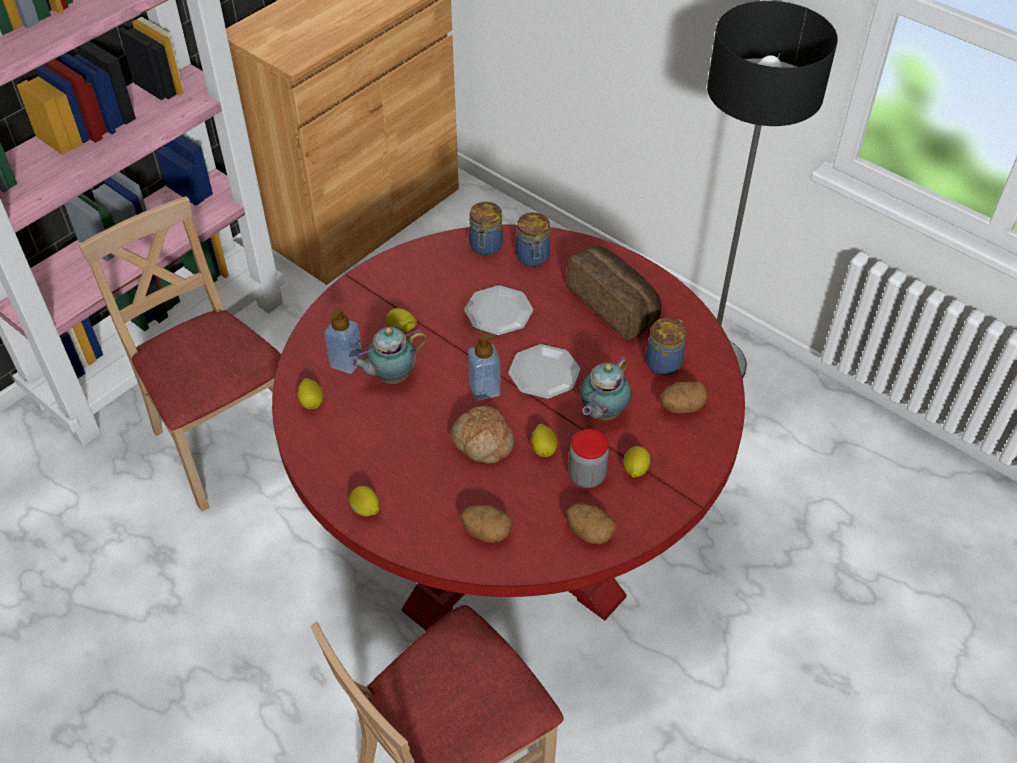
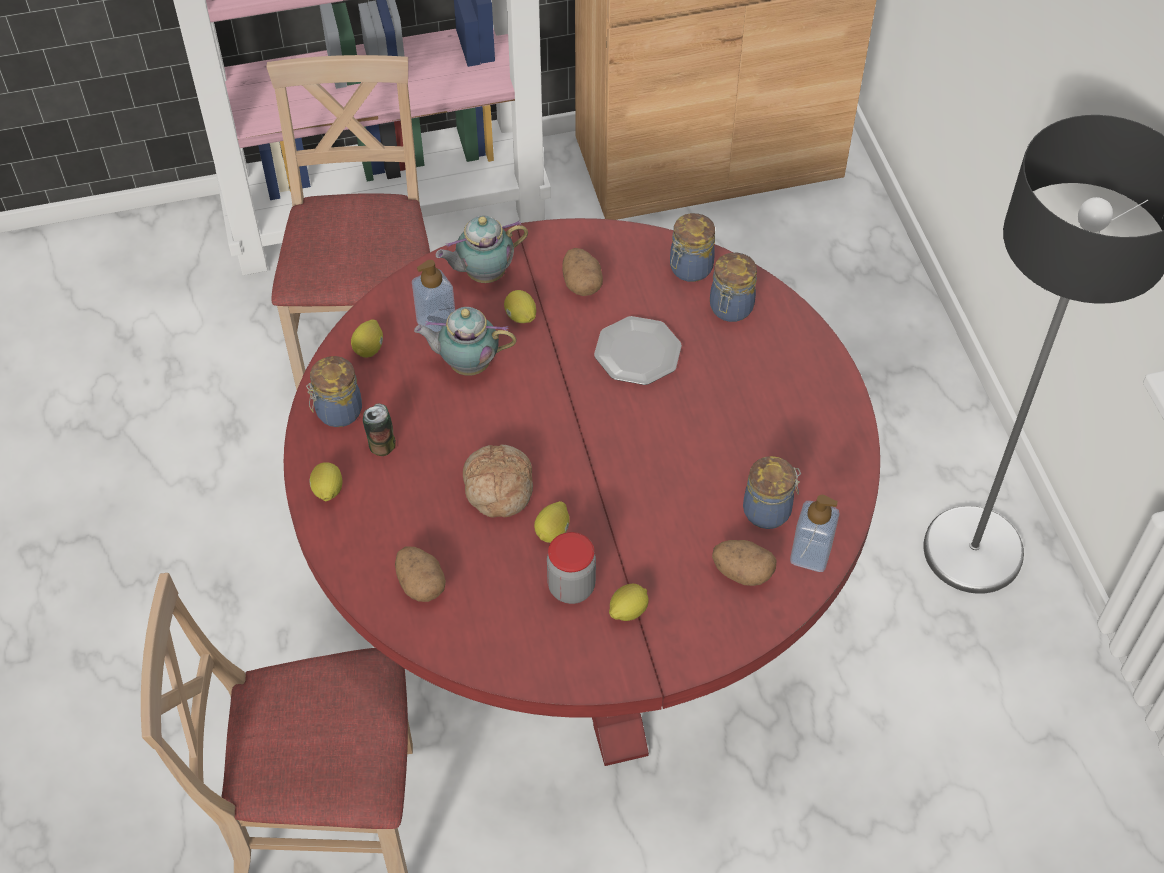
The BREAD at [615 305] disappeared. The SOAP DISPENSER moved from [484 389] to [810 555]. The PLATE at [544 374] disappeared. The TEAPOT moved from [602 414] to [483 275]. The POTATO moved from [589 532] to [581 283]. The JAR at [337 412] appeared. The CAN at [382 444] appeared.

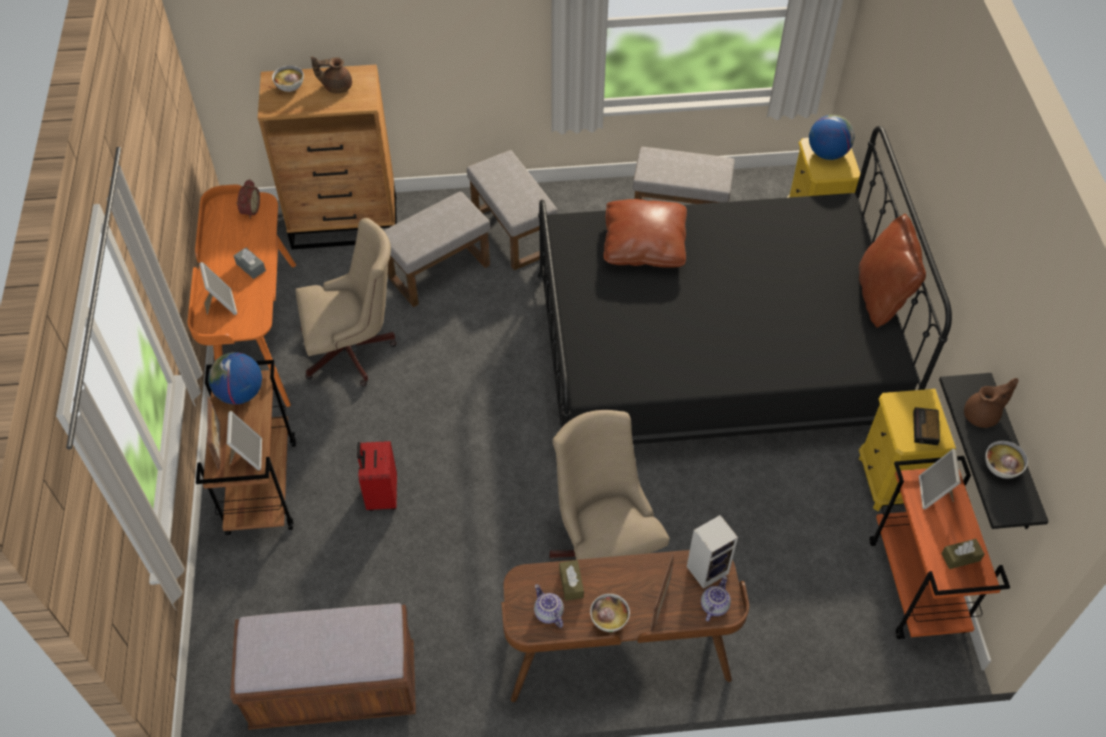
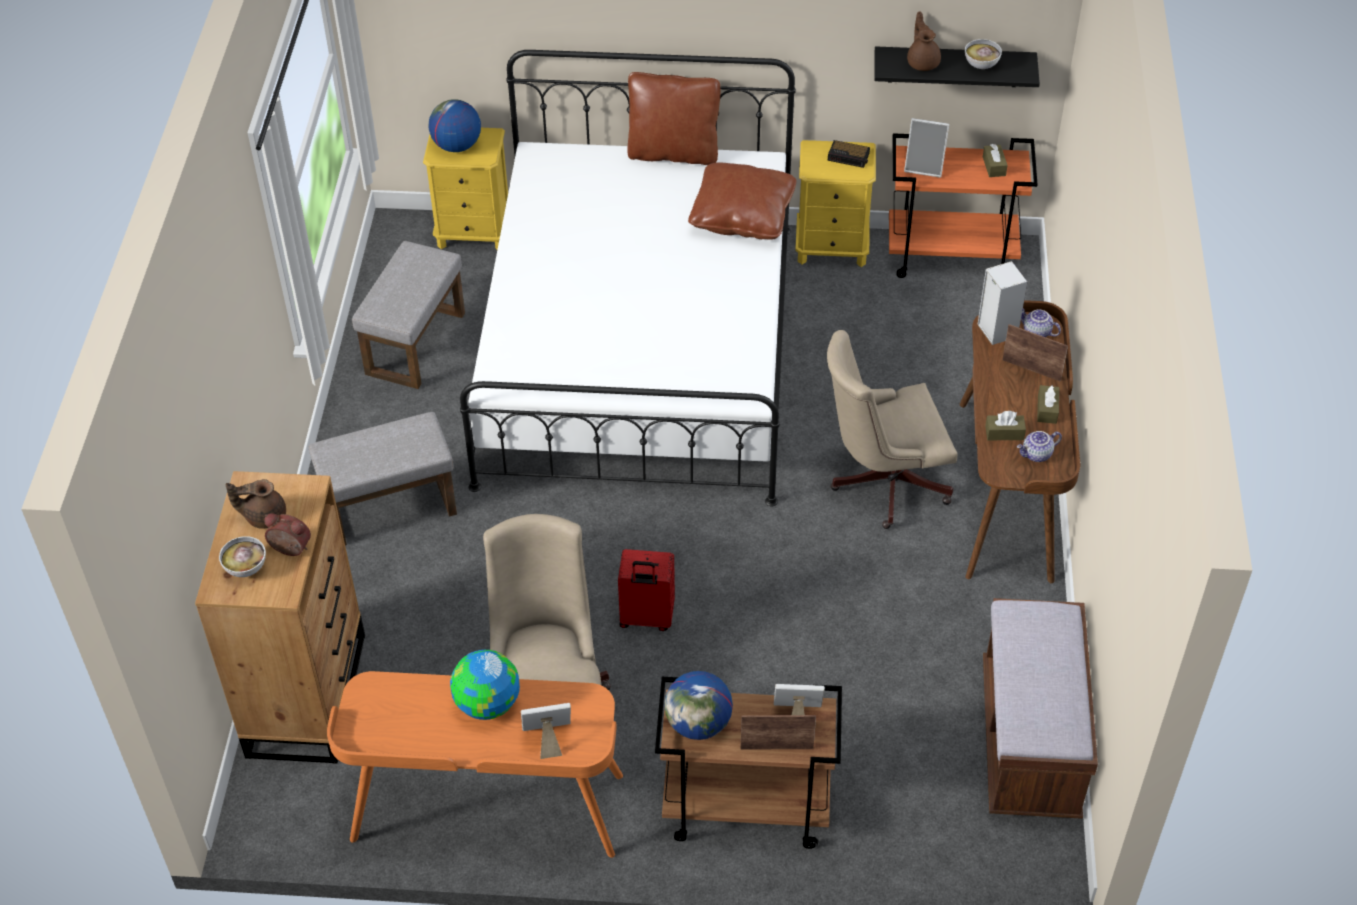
The BROWN TEAPOT at [336 86] turned 75 degrees clockwise. The BLACK BED at [711 354] became the WHITE BED at [638 351]. The ALARM CLOCK moved from [249 210] to [289 550]. The GREY OTTOMAN at [439 270] disappeared. The BROWN PILLOW moved from [644 245] to [742 215]. The GREY TISSUE BOX at [251 267] was replaced by the GLOBE at [487 704]. The RED SUITCASE moved from [381 495] to [646 618]. The BOWL at [609 619] was replaced by the BROWN TISSUE BOX at [1047 409].

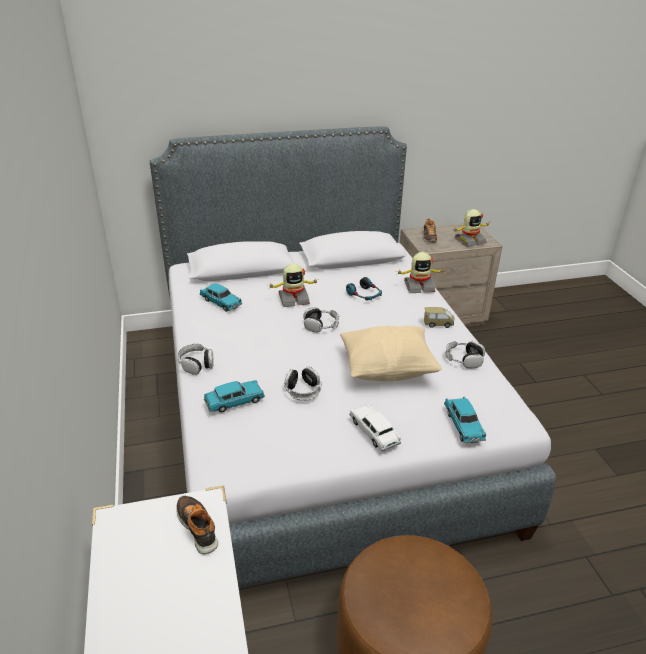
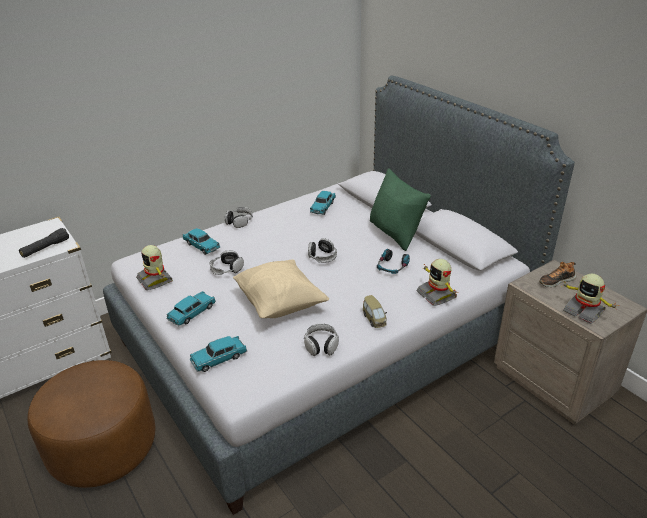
The TOY ROBOT moved from [293 299] to [155 280]. The WHITE TOY CAR at [374 433] became the TURQUOISE TOY CAR at [192 313]. The SHOE at [198 527] was replaced by the BLACK FLASHLIGHT at [45 248]. The GREEN PILLOW at [395 233] appeared.

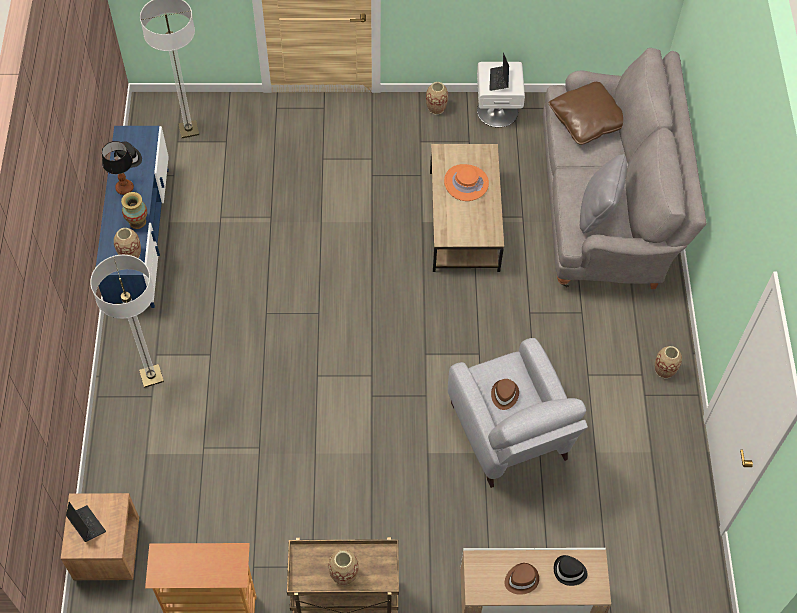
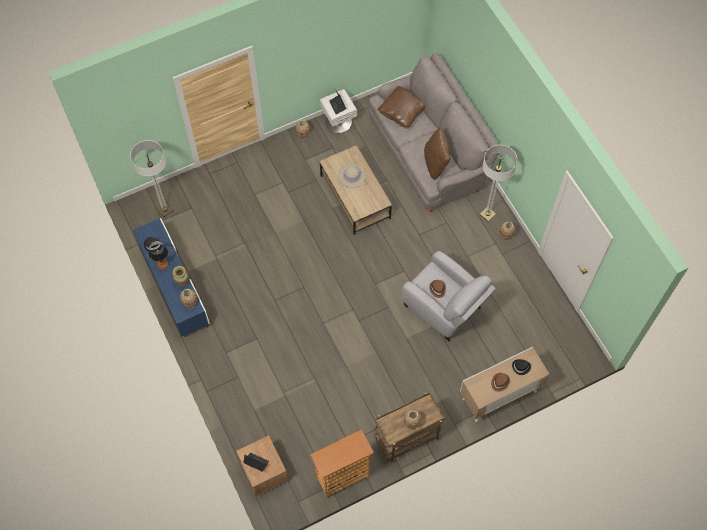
The GREY PILLOW at [598 212] became the BROWN PILLOW at [435 163]. The ORANGE HAT at [466 183] became the BEIGE HAT at [351 176]. The FLOOR LAMP moved from [151 376] to [487 214].

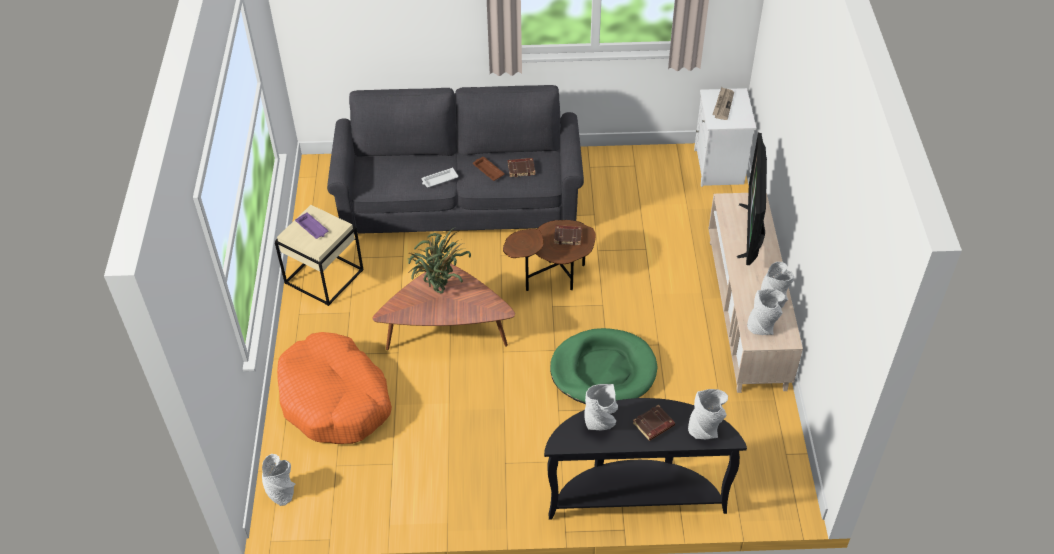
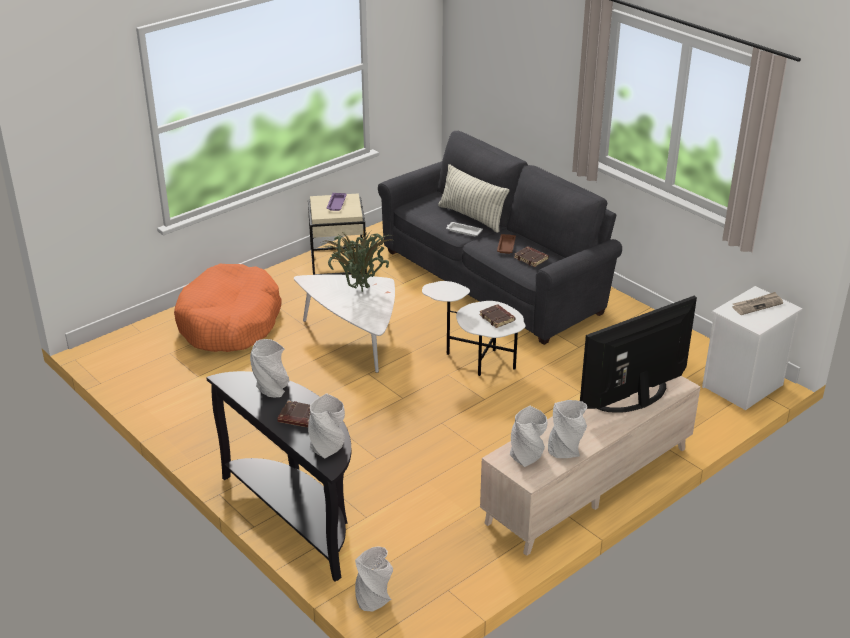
The BROWN SIDE TABLE at [552 279] became the WHITE SIDE TABLE at [476 360]. The BROWN COFFEE TABLE at [447 331] became the WHITE COFFEE TABLE at [355 338]. The GREEN DOG BED at [603 370] disappeared. The GREY VASE moved from [281 491] to [374 597]. The PILLOW at [472 217] appeared.

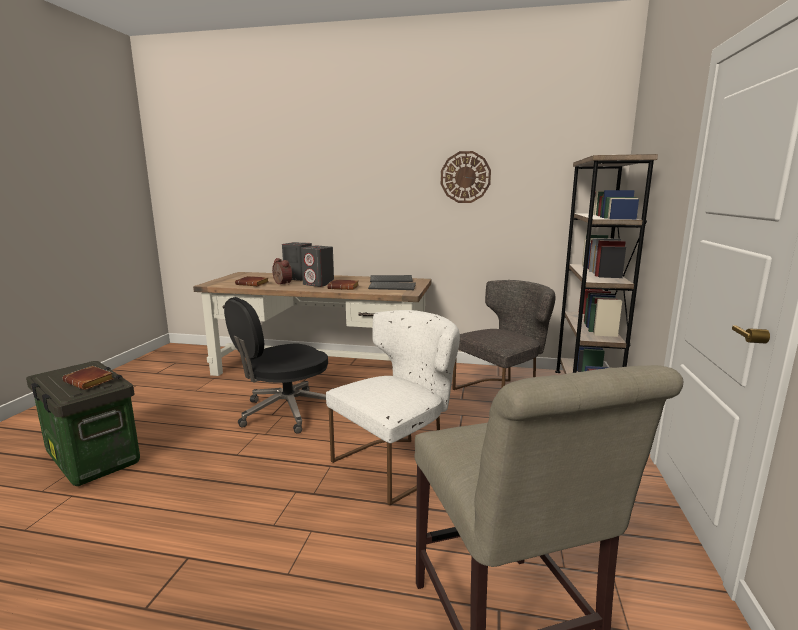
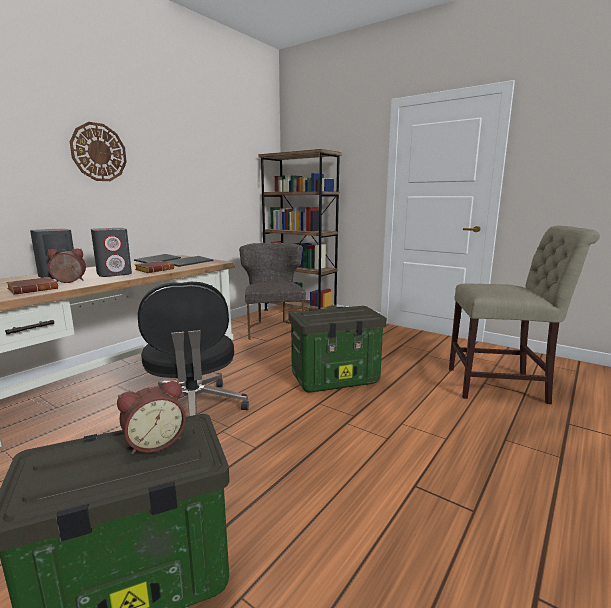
The WALL CLOCK moved from [465 177] to [99 152]. The WHITE CHAIR at [397 462] was replaced by the STORAGE BOX at [335 378]. The BROWN BOOK at [91 381] was replaced by the ALARM CLOCK at [154 442].

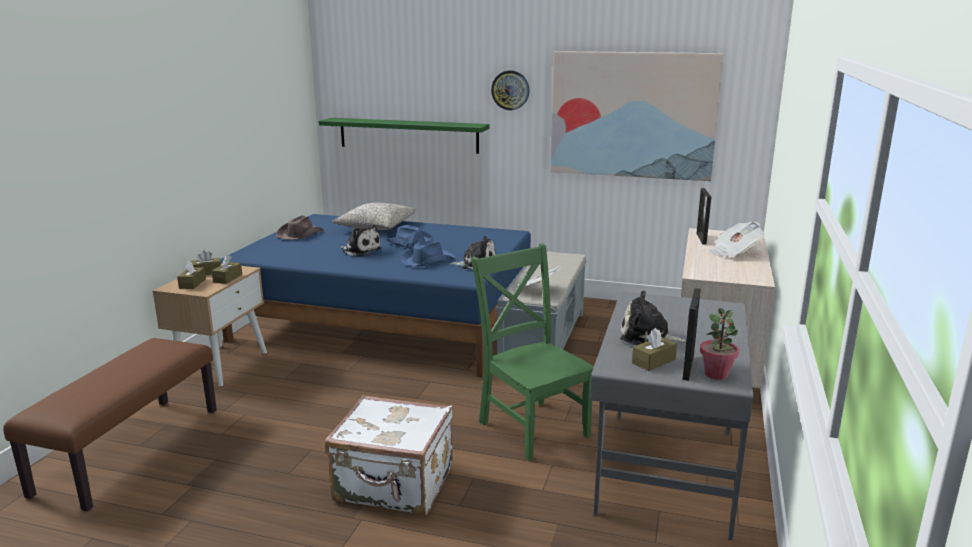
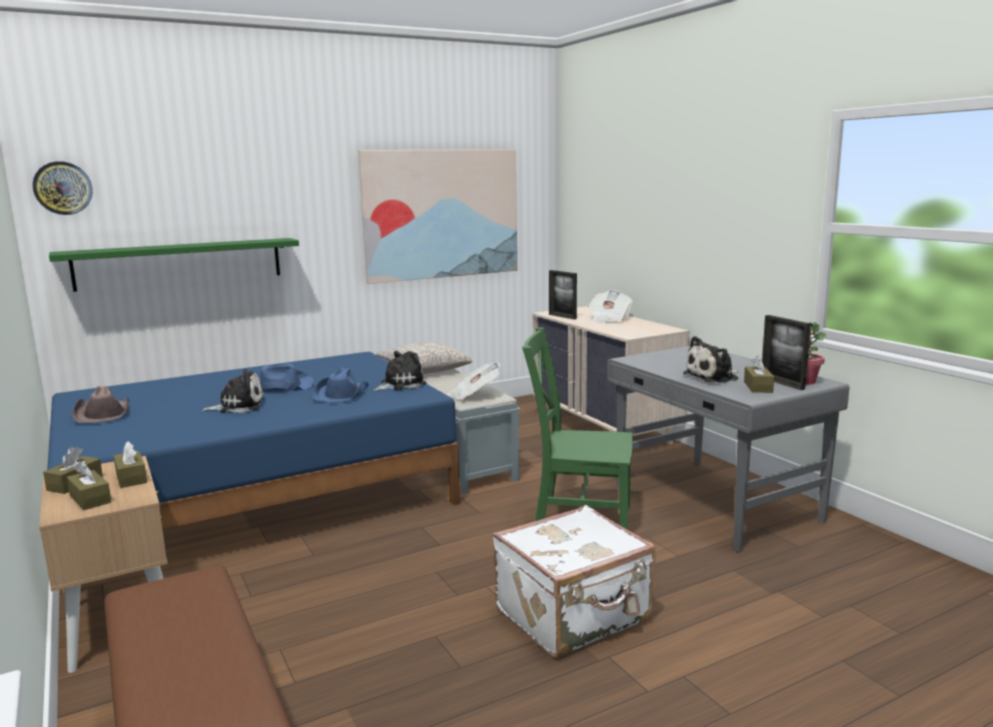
The WALL CLOCK moved from [510 90] to [63 188]. The GREY PILLOW moved from [376 226] to [423 370].

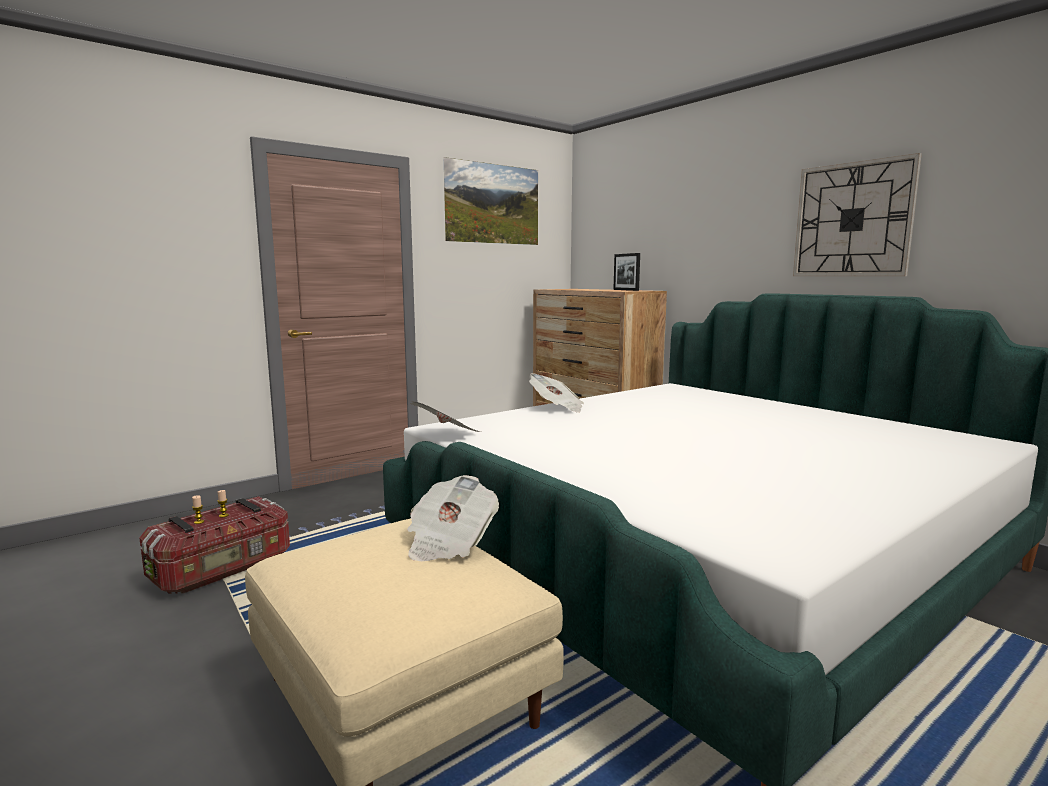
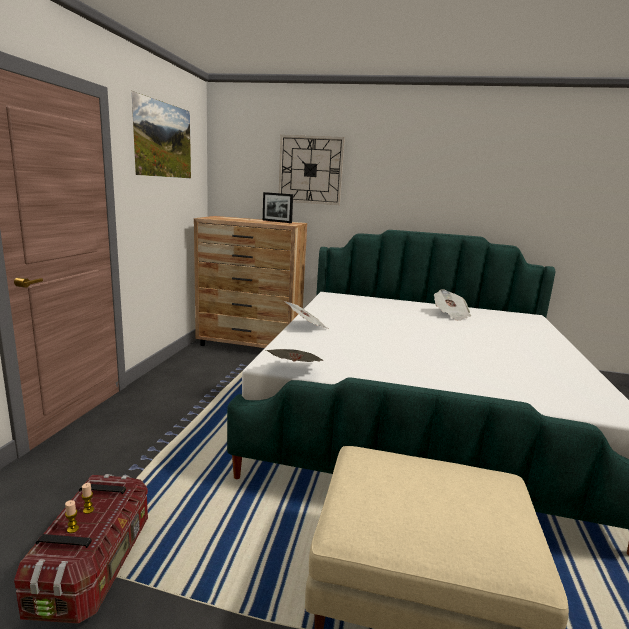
The WALL CLOCK moved from [852 220] to [310 170]. The NEWSPAPER moved from [449 542] to [450 315].

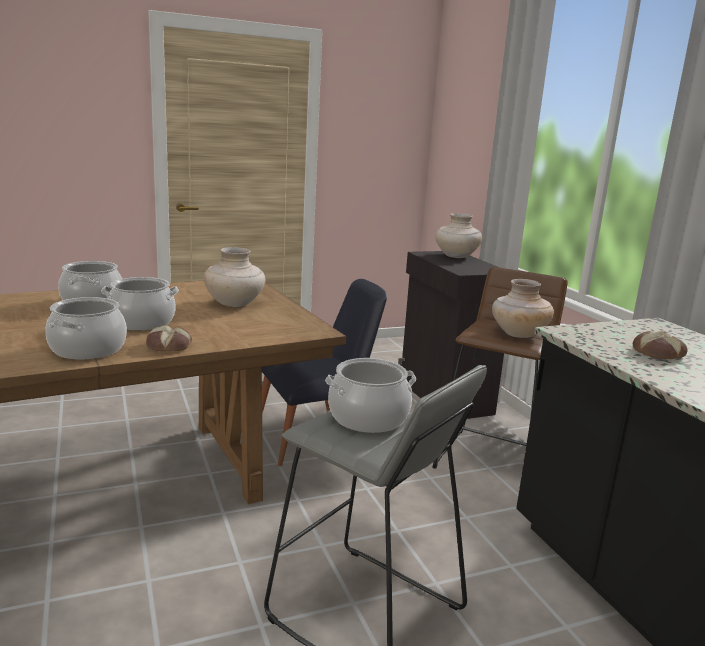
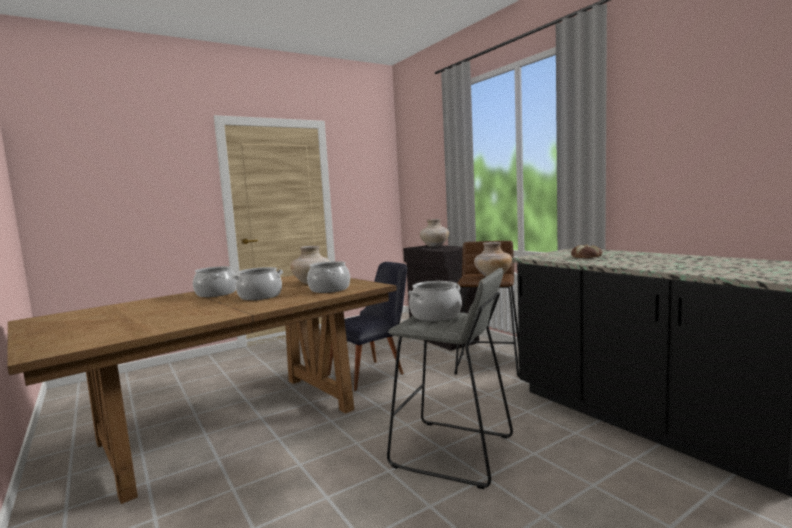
The COOKING POT moved from [87 349] to [329 289]. The BREAD at [168 346] disappeared.

